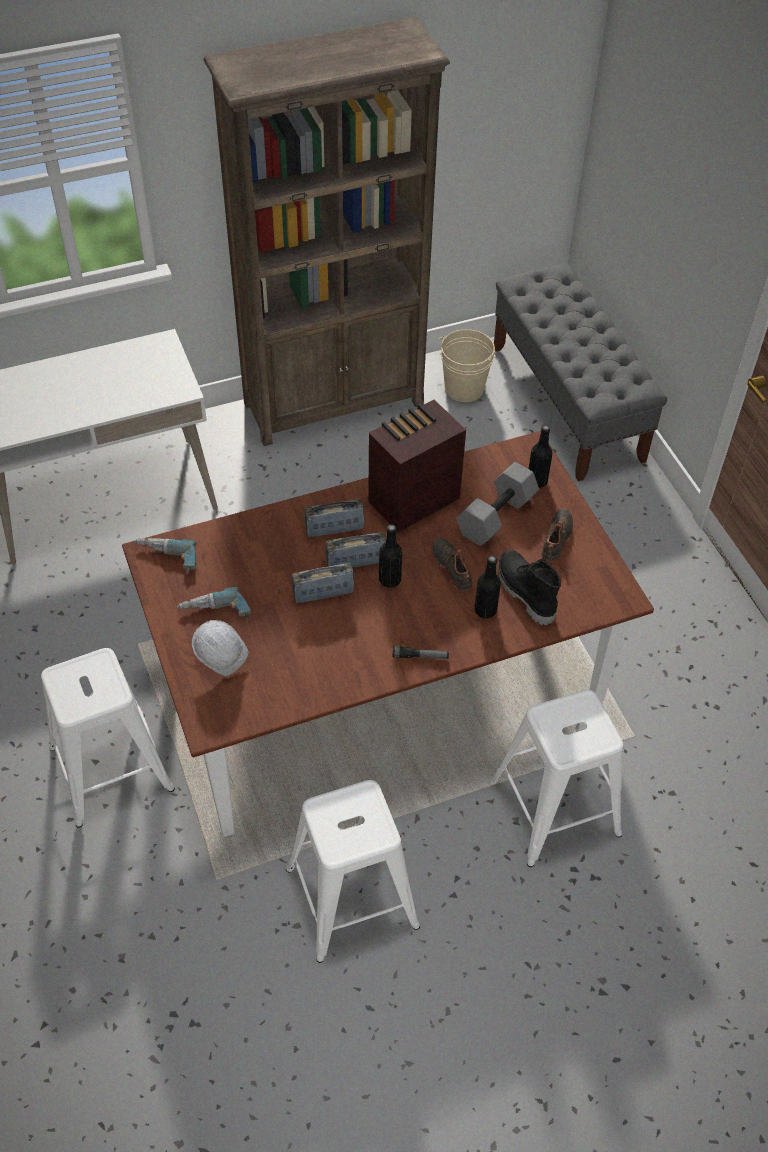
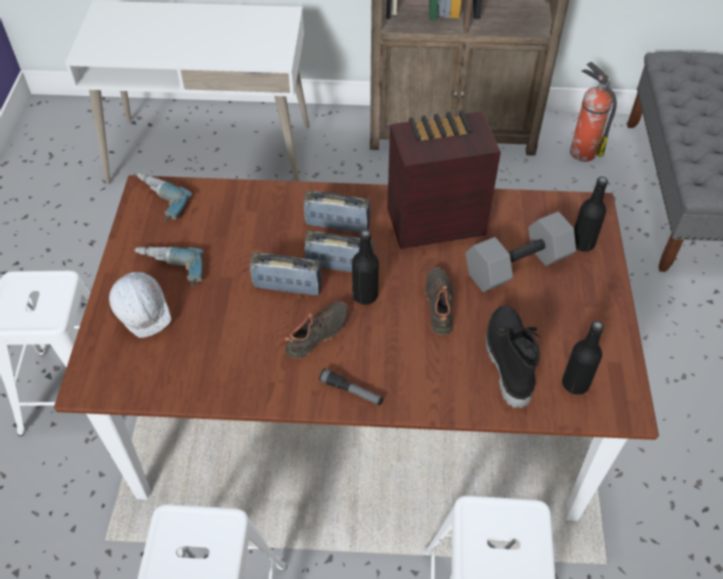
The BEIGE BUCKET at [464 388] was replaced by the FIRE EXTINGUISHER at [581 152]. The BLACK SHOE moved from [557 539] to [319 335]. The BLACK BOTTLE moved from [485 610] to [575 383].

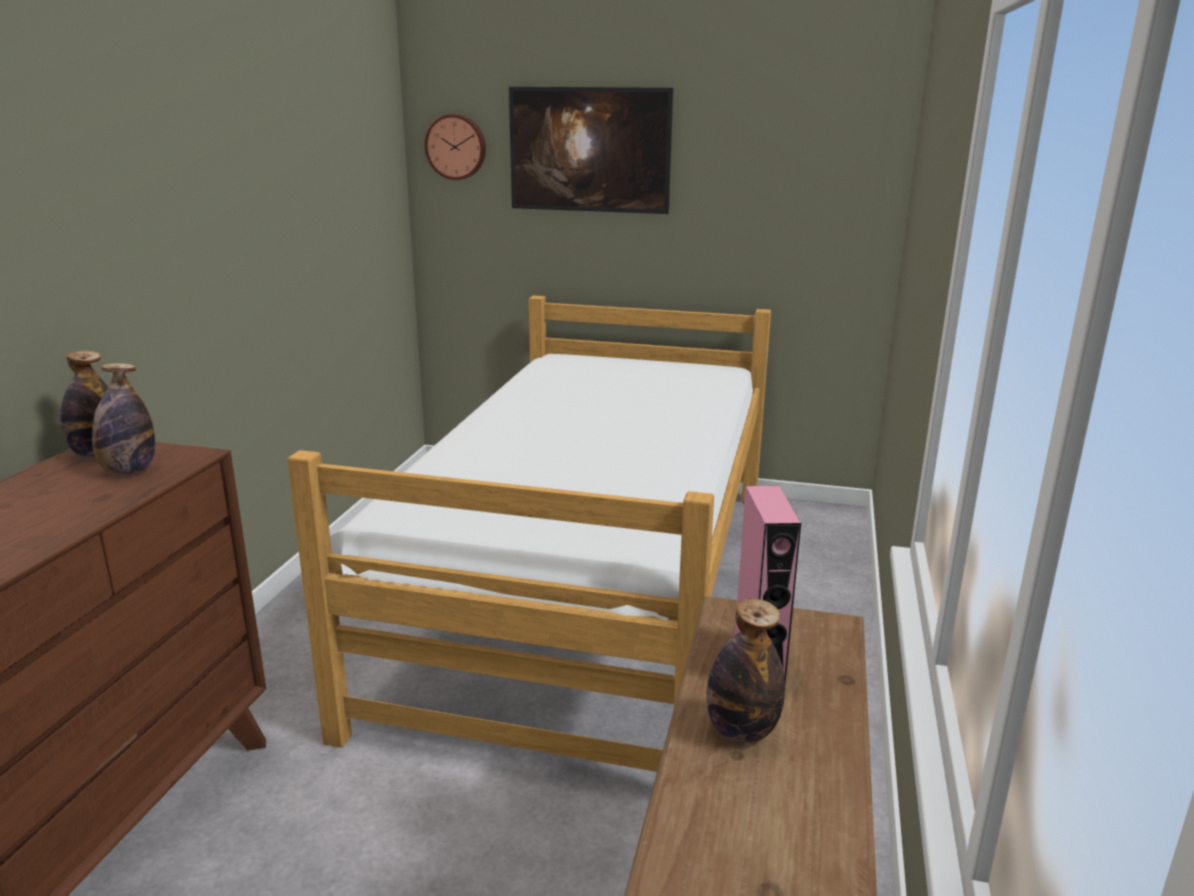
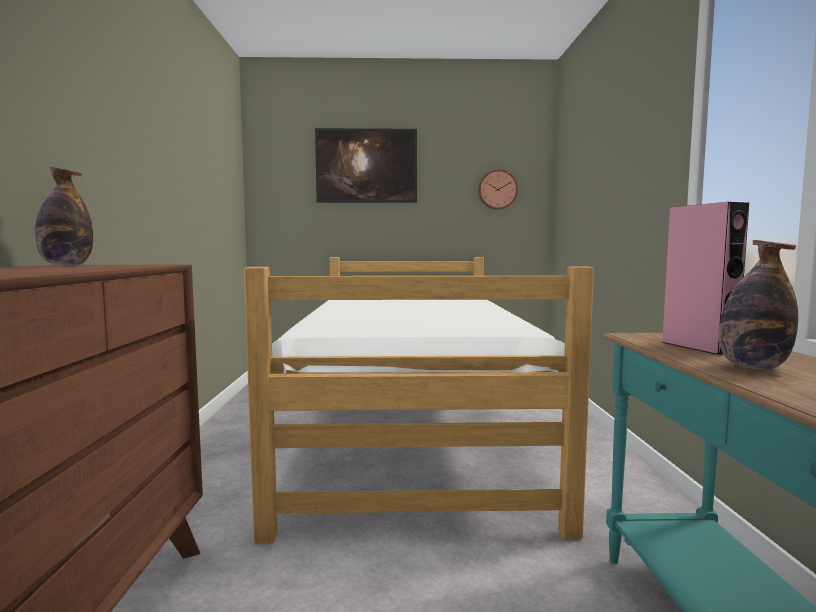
The WALL CLOCK moved from [456 147] to [497 190]. The BOTTLE at [129 471] disappeared.

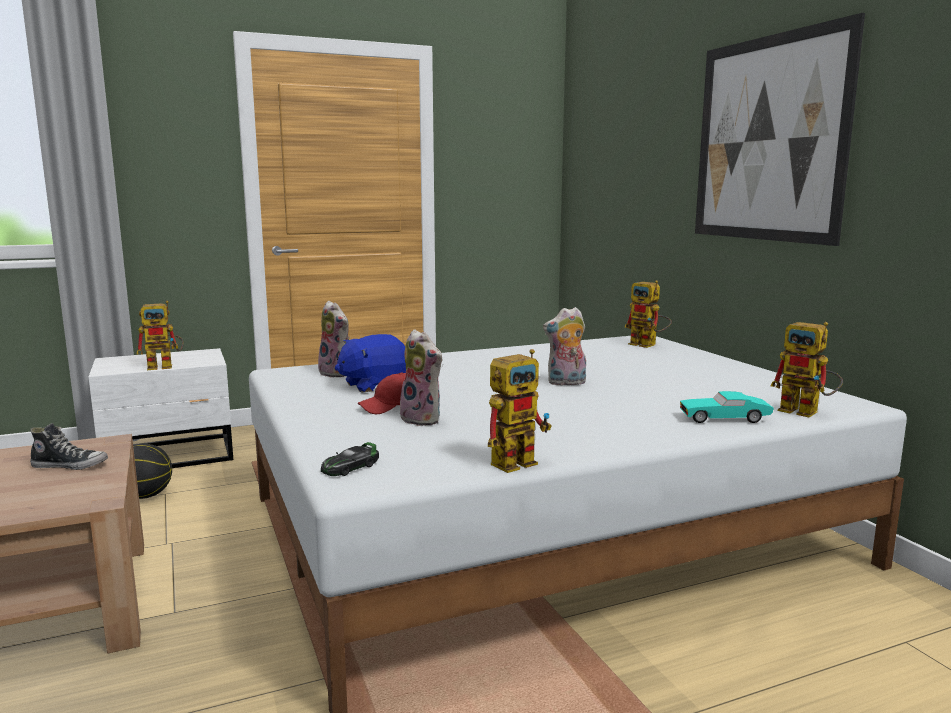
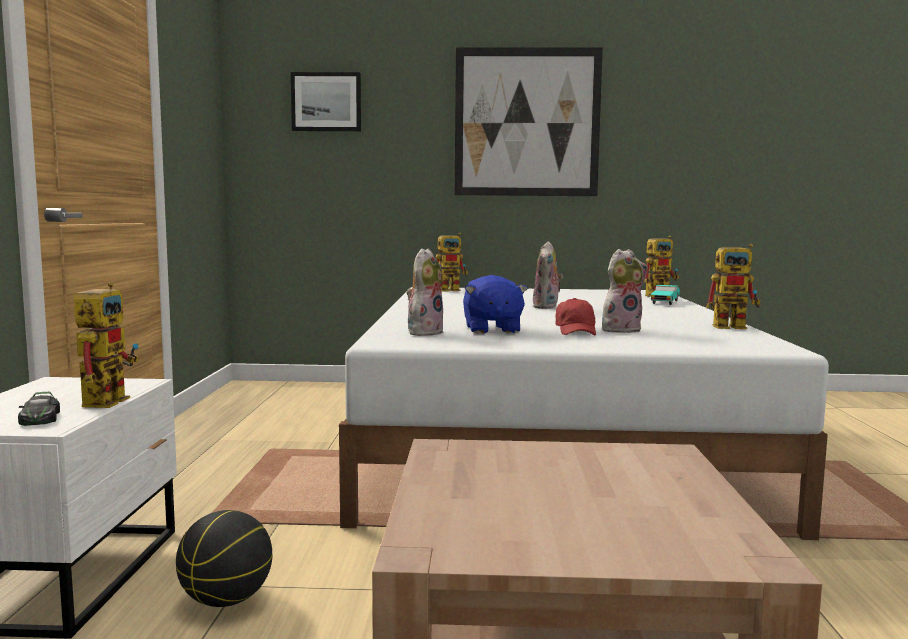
The PLUSH TOY at [337 373] turned 45 degrees counterclockwise. The TOY ROBOT at [519 460] turned 105 degrees clockwise. The SHOE at [70 466] disappeared. The TOY CAR moved from [350 467] to [40 418]. The PICTURE at [326 102] appeared.

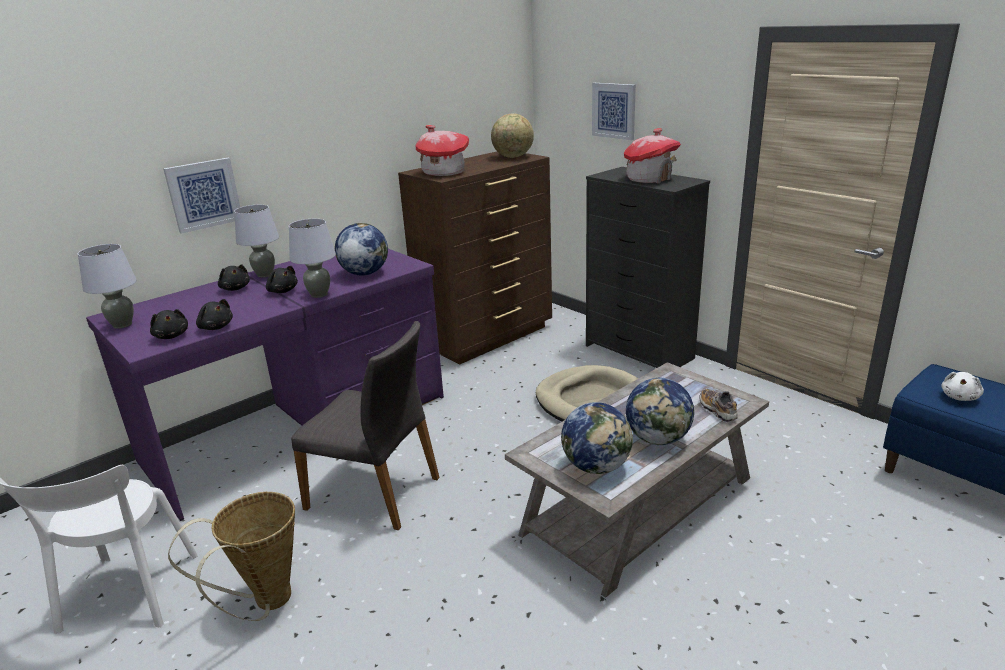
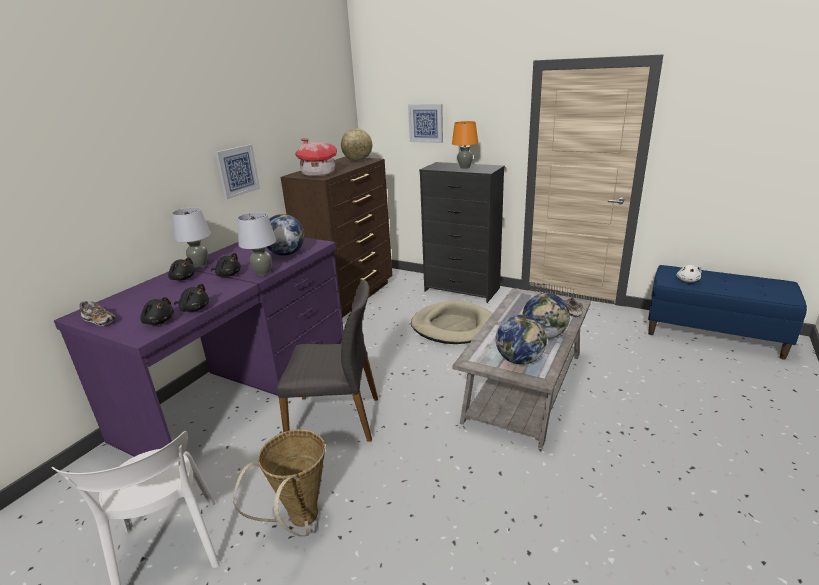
The TOY HOUSE at [649 179] was replaced by the ORANGE TABLE LAMP at [464 167]. The PICTURE moved from [203 194] to [237 171]. The GREY TABLE LAMP at [122 325] was replaced by the SHOE at [99 320].

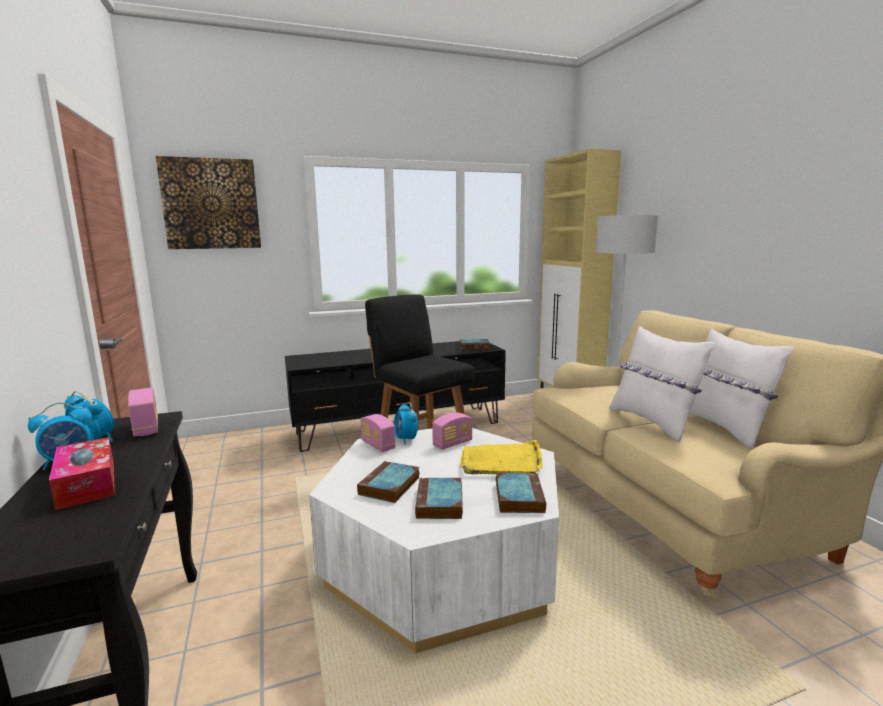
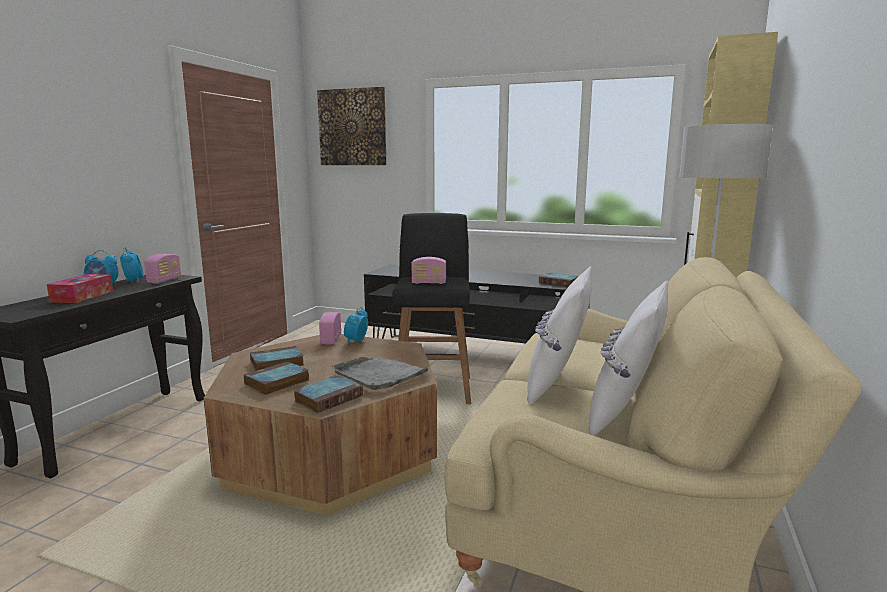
The RADIO moved from [452 444] to [429 283]. The WHITE COFFEE TABLE at [443 560] became the BROWN COFFEE TABLE at [330 452]. The YELLOW TRAY at [501 461] became the GREY TRAY at [379 375].

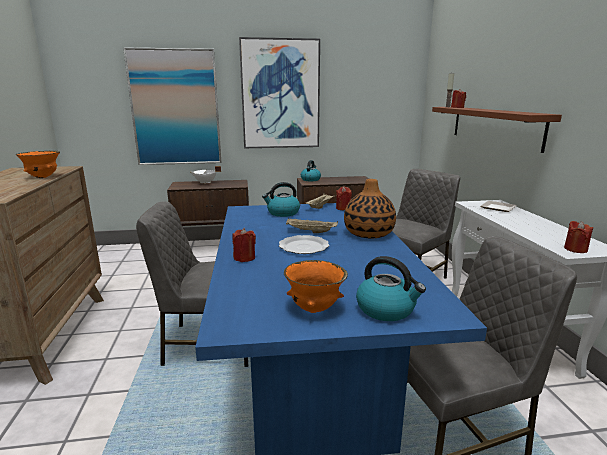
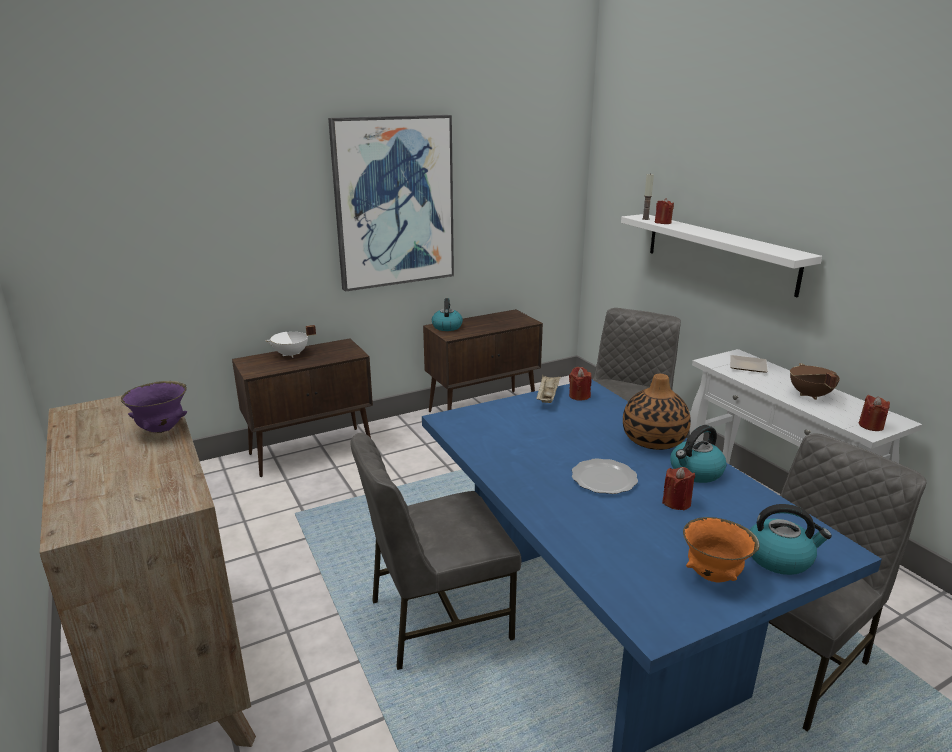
The PICTURE at [175 108] disappeared. The BROWN SHELF at [494 126] became the WHITE SHELF at [719 252]. The ORANGE BOWL at [43 177] became the PURPLE BOWL at [162 429]. The KETTLE moved from [282 213] to [695 472]. The BEIGE TRAY at [310 232] disappeared. The RED CANDLE moved from [244 258] to [676 502]. The BROWN COOKING POT at [809 395] appeared.

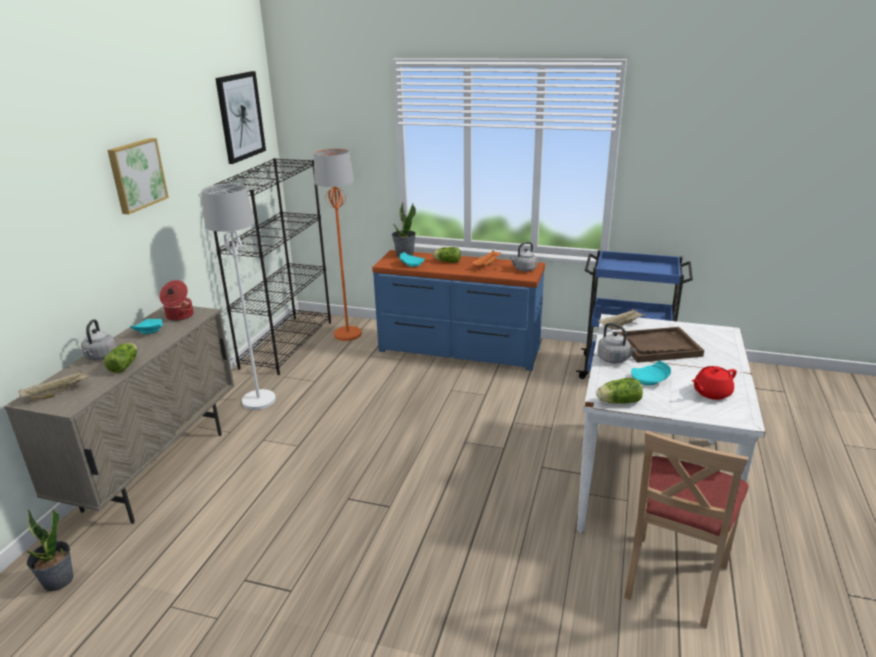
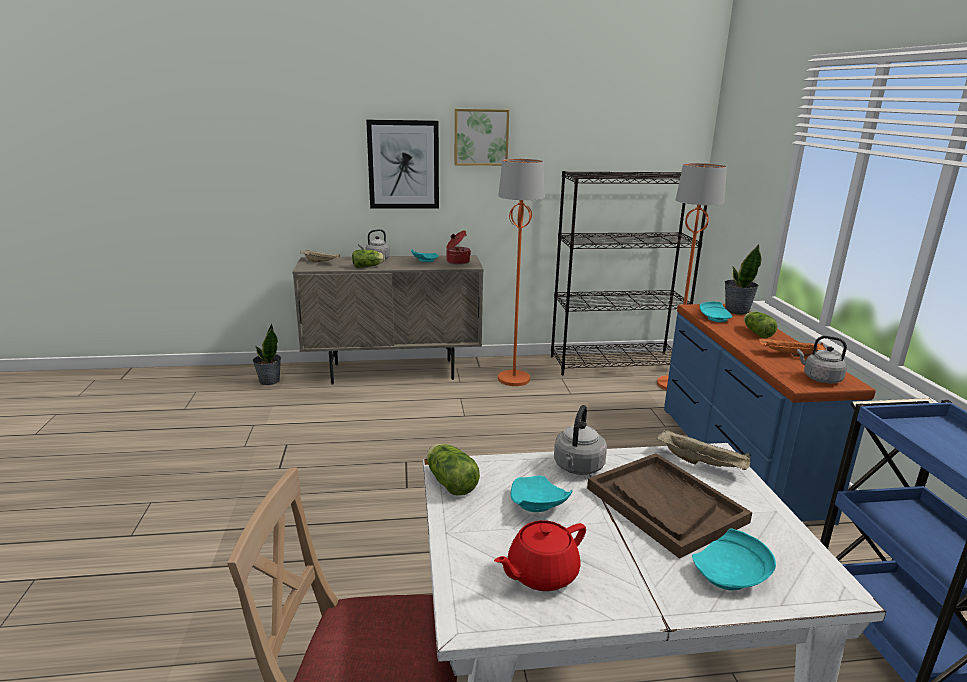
The PICTURE moved from [240 116] to [403 164]. The WHITE FLOOR LAMP at [258 401] became the ORANGE FLOOR LAMP at [513 379]. The RED TEAPOT at [711 393] turned 75 degrees counterclockwise. The TURQUOISE PLATE at [731 575] appeared.

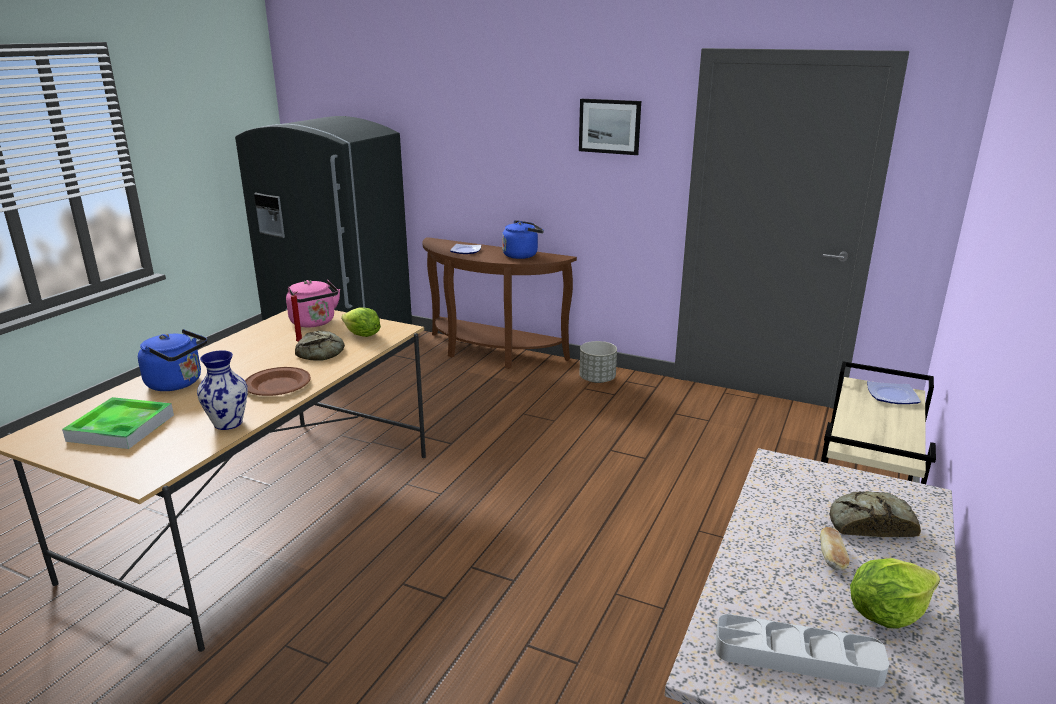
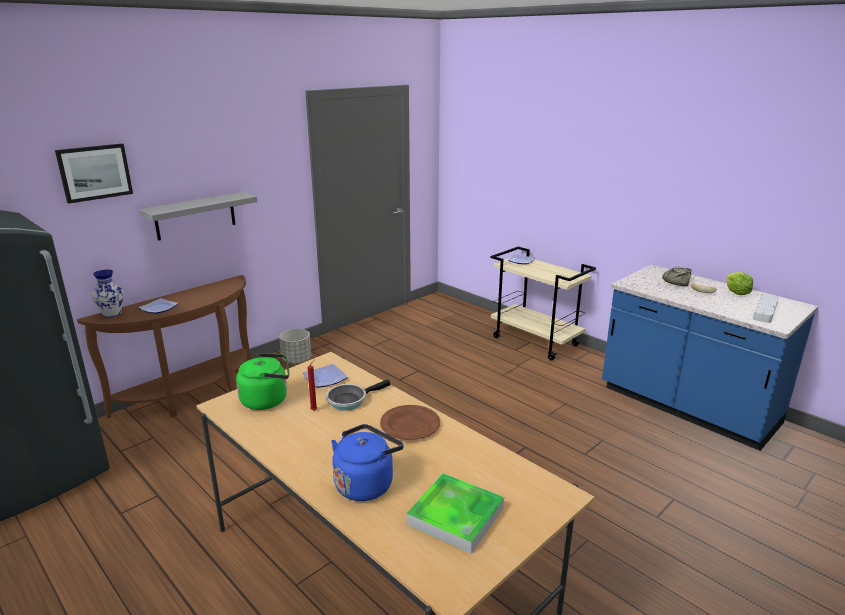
The PICTURE moved from [609 126] to [95 172]. The BLUE KETTLE at [522 255] disappeared. The PINK KETTLE at [314 323] became the GREEN KETTLE at [267 400]. The LETTUCE at [362 335] was replaced by the PLATE at [326 379]. The BREAD at [322 352] was replaced by the FRYING PAN at [350 400]. The VASE moved from [228 423] to [111 314]. The GREY SHELF at [195 216] appeared.

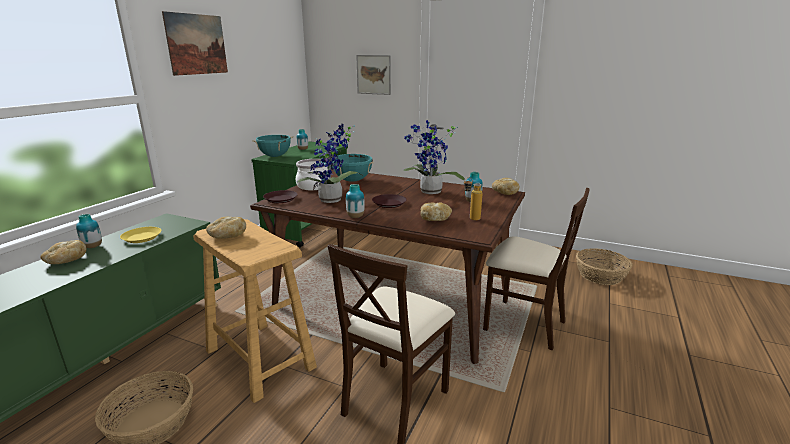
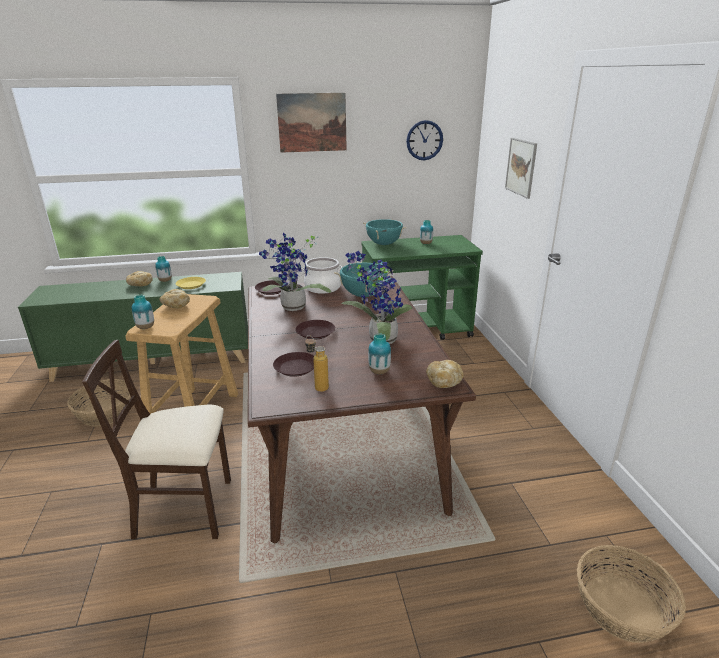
The VASE moved from [355 217] to [145 327]. The BEIGE CHAIR at [523 324] disappeared. The BREAD at [435 219] was replaced by the BROWN PLATE at [296 367]. The WALL CLOCK at [424 140] appeared.

